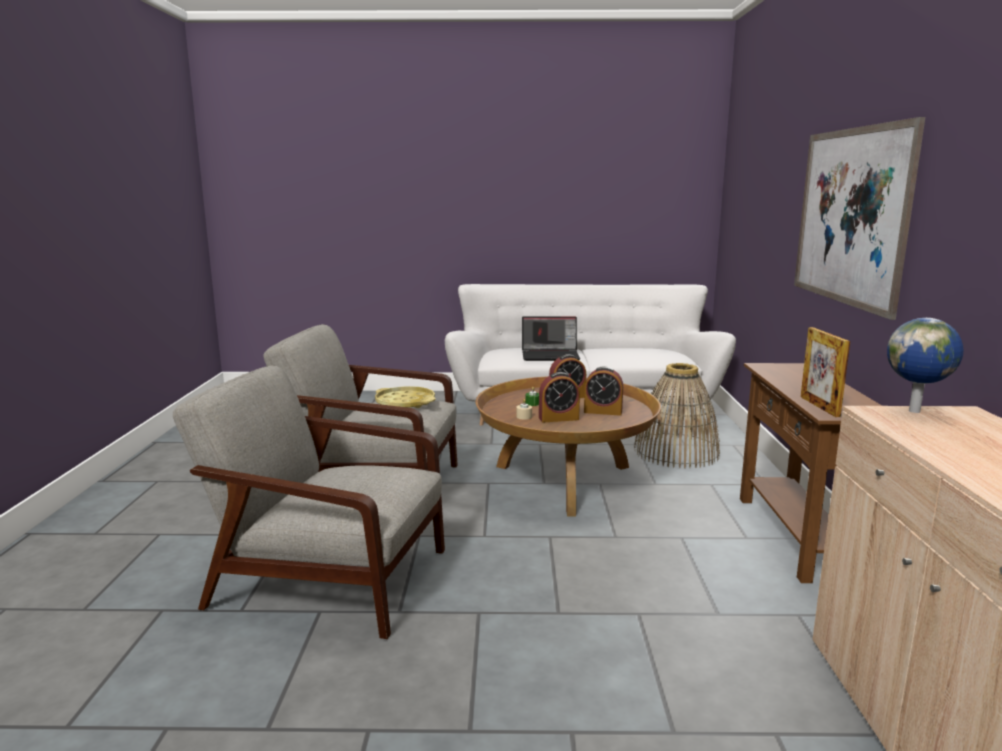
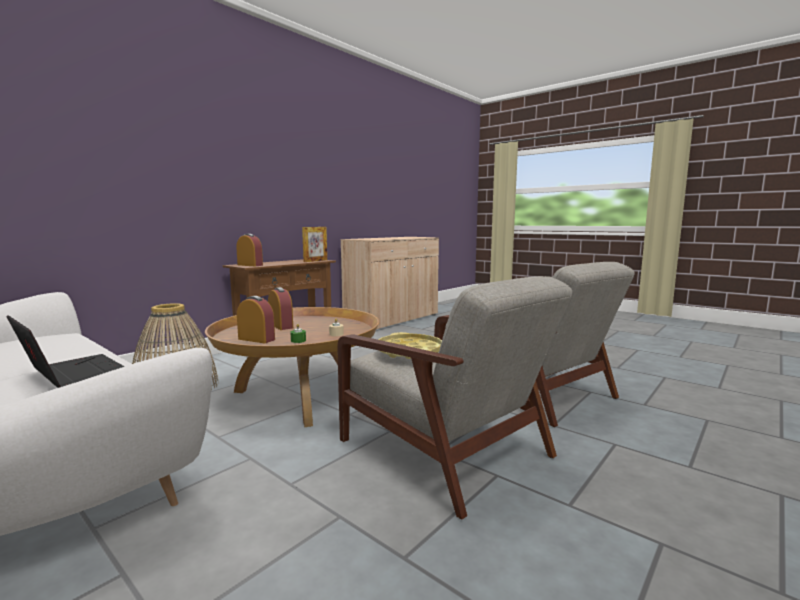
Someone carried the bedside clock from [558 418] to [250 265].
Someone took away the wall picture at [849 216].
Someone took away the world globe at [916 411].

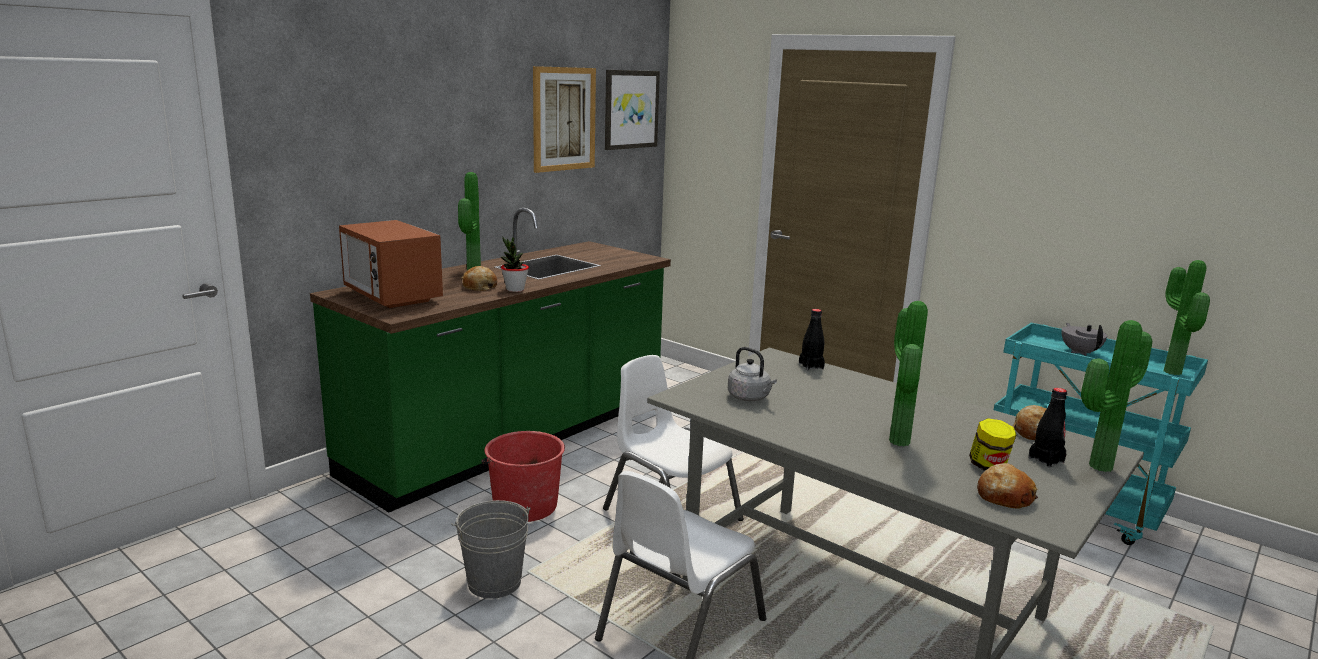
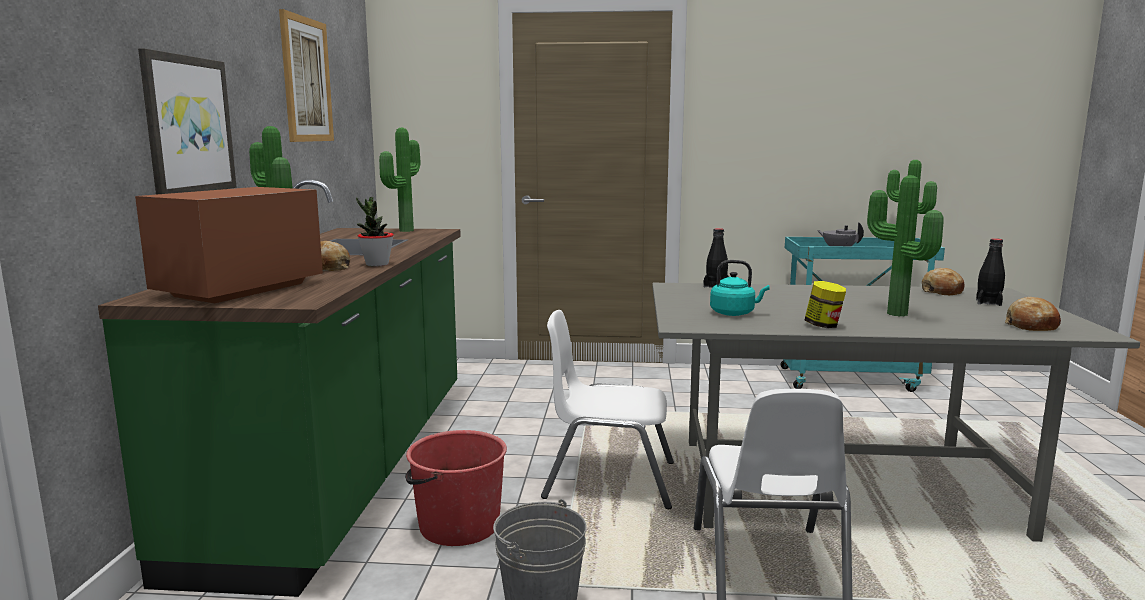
Someone rotated the kitchen microwave at [392 296] by 105 degrees clockwise.
Someone carried the wall picture from [630 109] to [188 125].
Someone repainted the gray tea kettle at [750 398], which became the turquoise tea kettle at [734 313].
Someone carried the storage jar from [988 466] to [823 325].
Someone carried the plant in a pot from [1096 465] to [403 230].

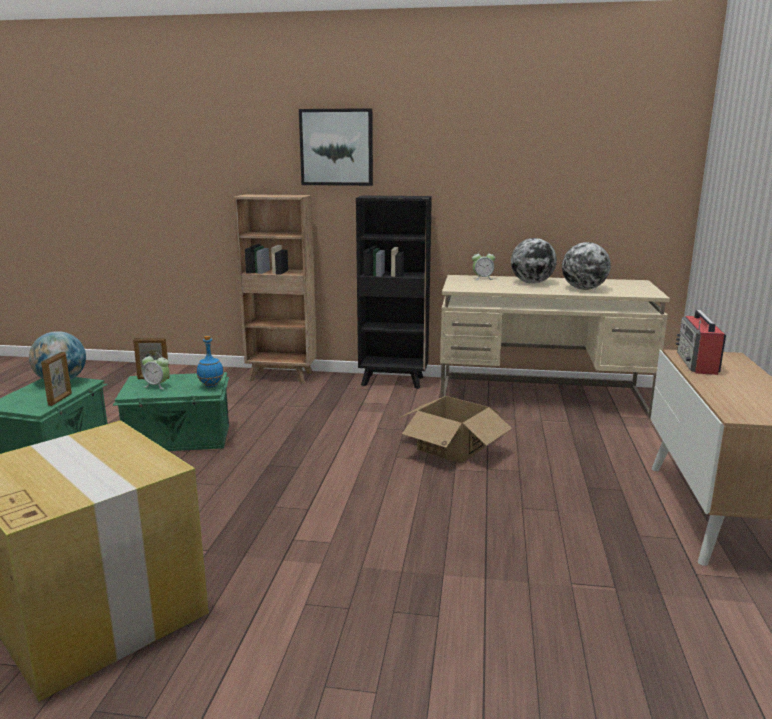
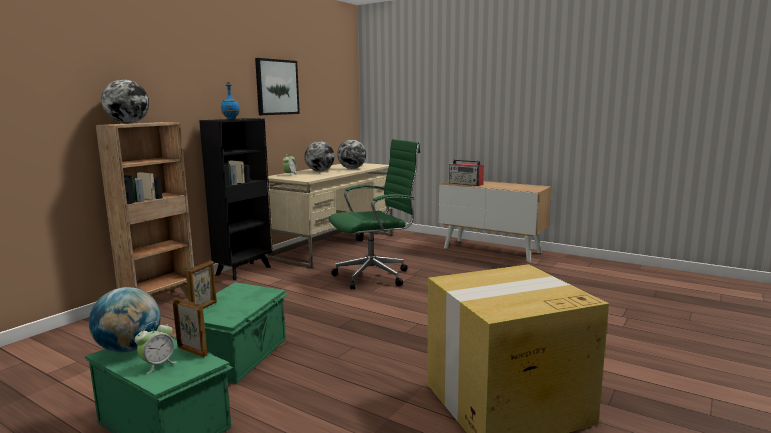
Someone carried the bedside clock from [157 386] to [158 365].
Someone carried the bluish drink bottle from [211 385] to [230 119].
Someone carried the wall picture from [336 147] to [277 87].
Someone swapped the carton at [452 447] for the greenish computer chair at [375 276].
Someone put down the world globe at [128 123].

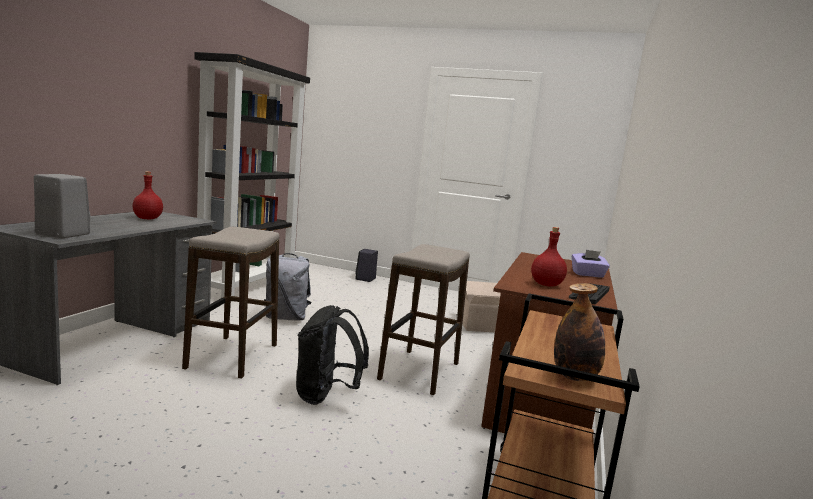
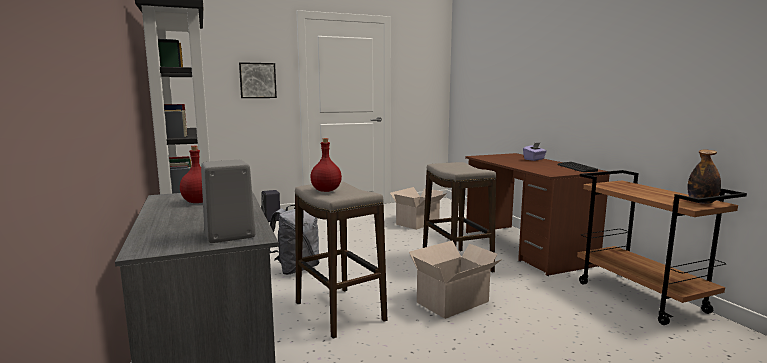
Someone swapped the black backpack at [326 396] for the carton at [454 301].
Someone carried the reddish drink bottle from [546 285] to [326 191].
Someone put up the wall picture at [257 80].

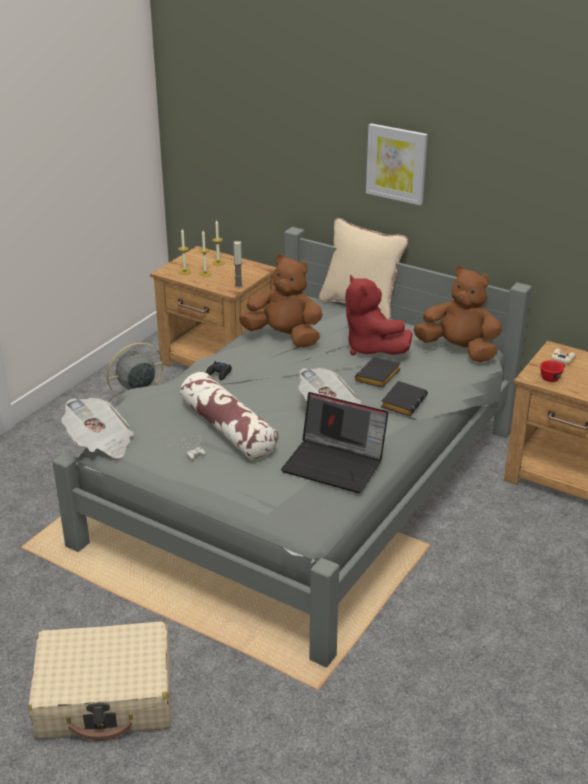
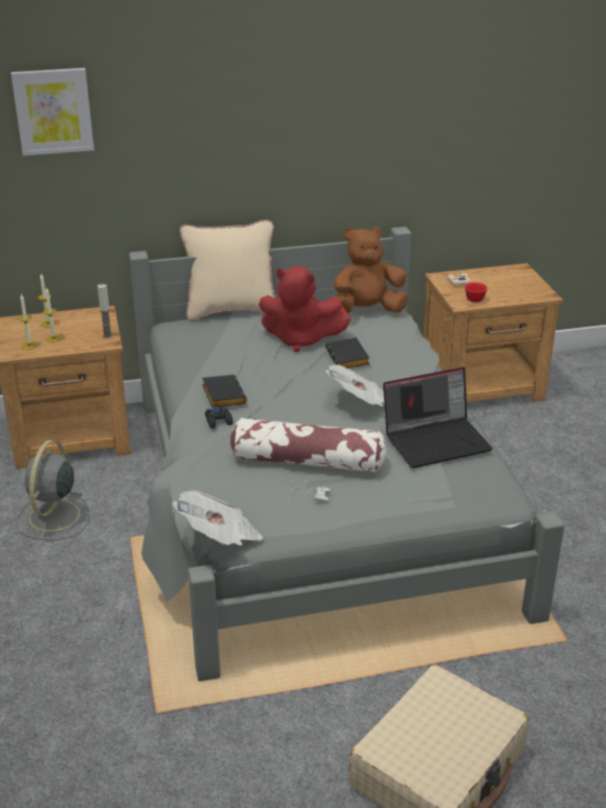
Someone took away the brown-coloured cuddly toy at [284 337].
Someone carried the wall picture from [397 163] to [53 111].
Someone carried the black bound book from [403 402] to [222 395].

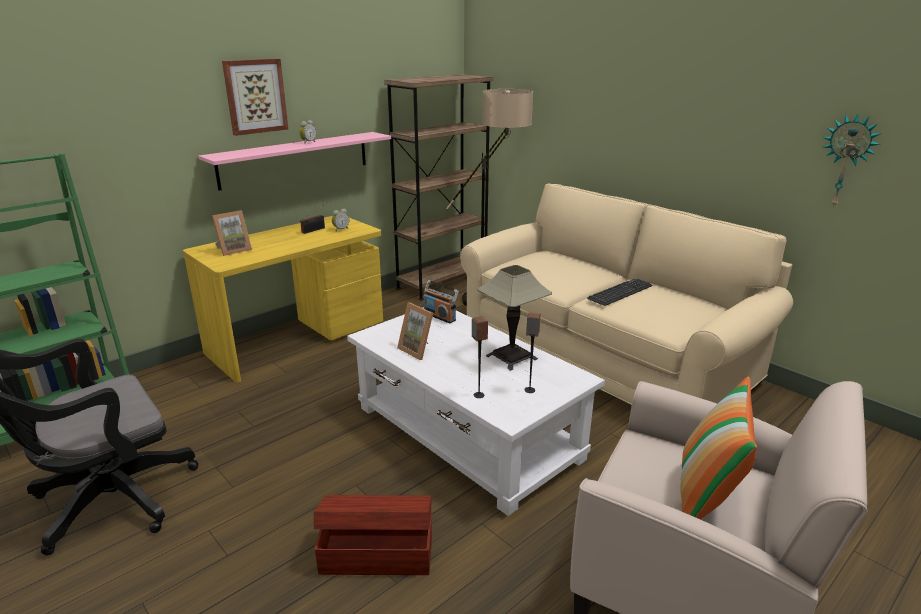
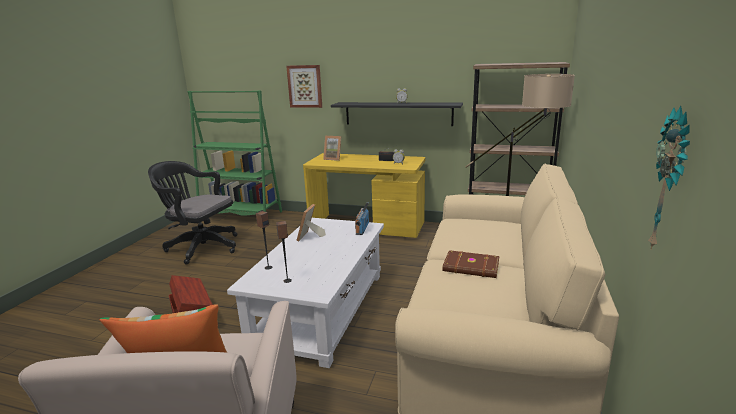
Someone repainted the pink-coloured wall shelf at [295 159], which became the black wall shelf at [398 113].
Someone carried the wall picture from [255 96] to [305 86].
Someone took away the table lamp at [511 357].
Someone swapped the keyboard at [620 292] for the brown-coloured bound book at [471 267].

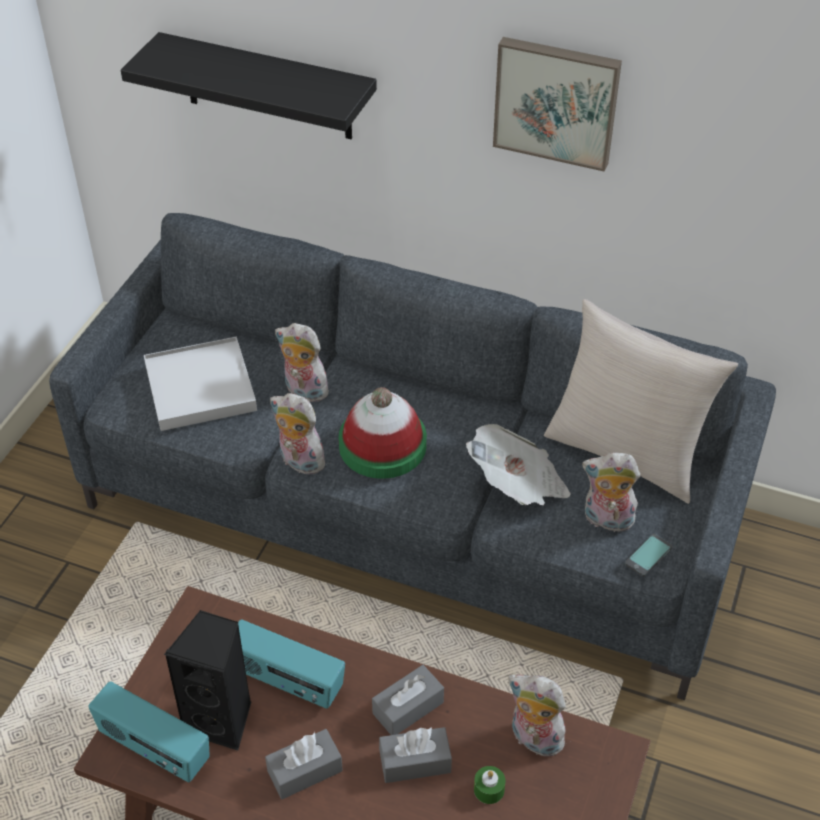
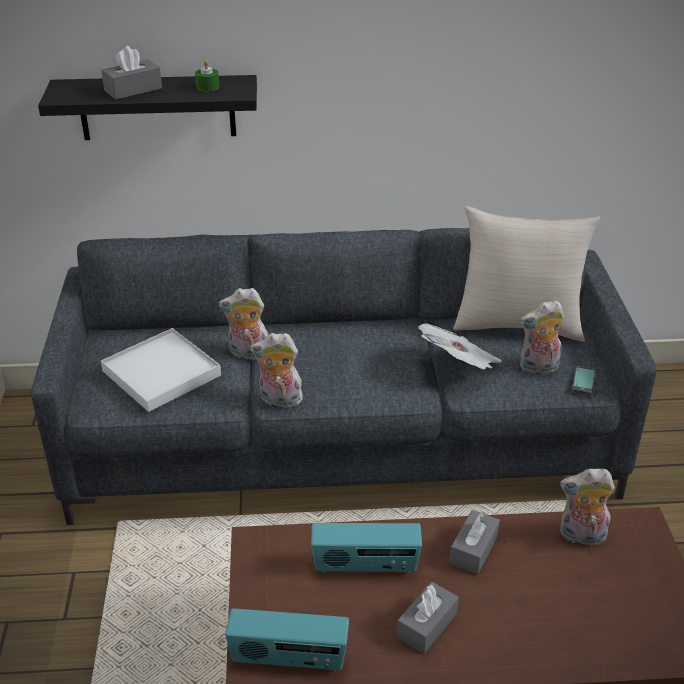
Someone took away the black speaker at [222 720].
Someone took away the hat at [382 445].
Someone carried the gray tissue holder from [415 762] to [133 90].
Someone carried the greenish wax candle from [489 789] to [207 86].
Someone took away the wall picture at [556 101].

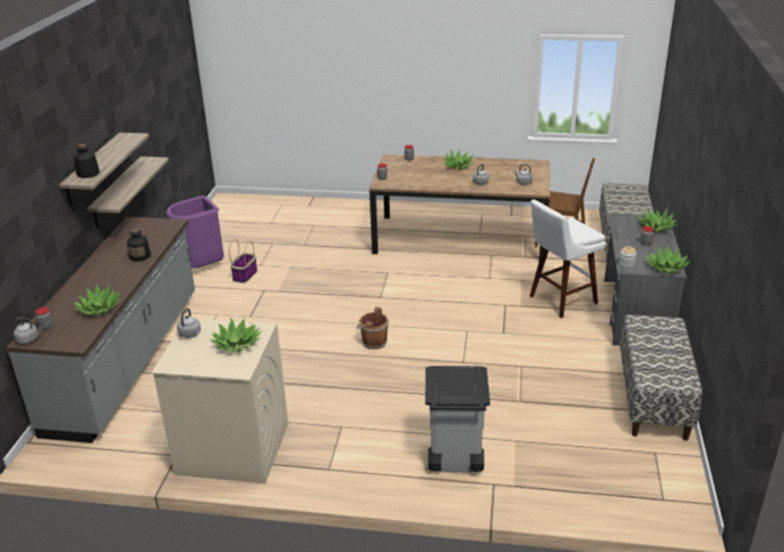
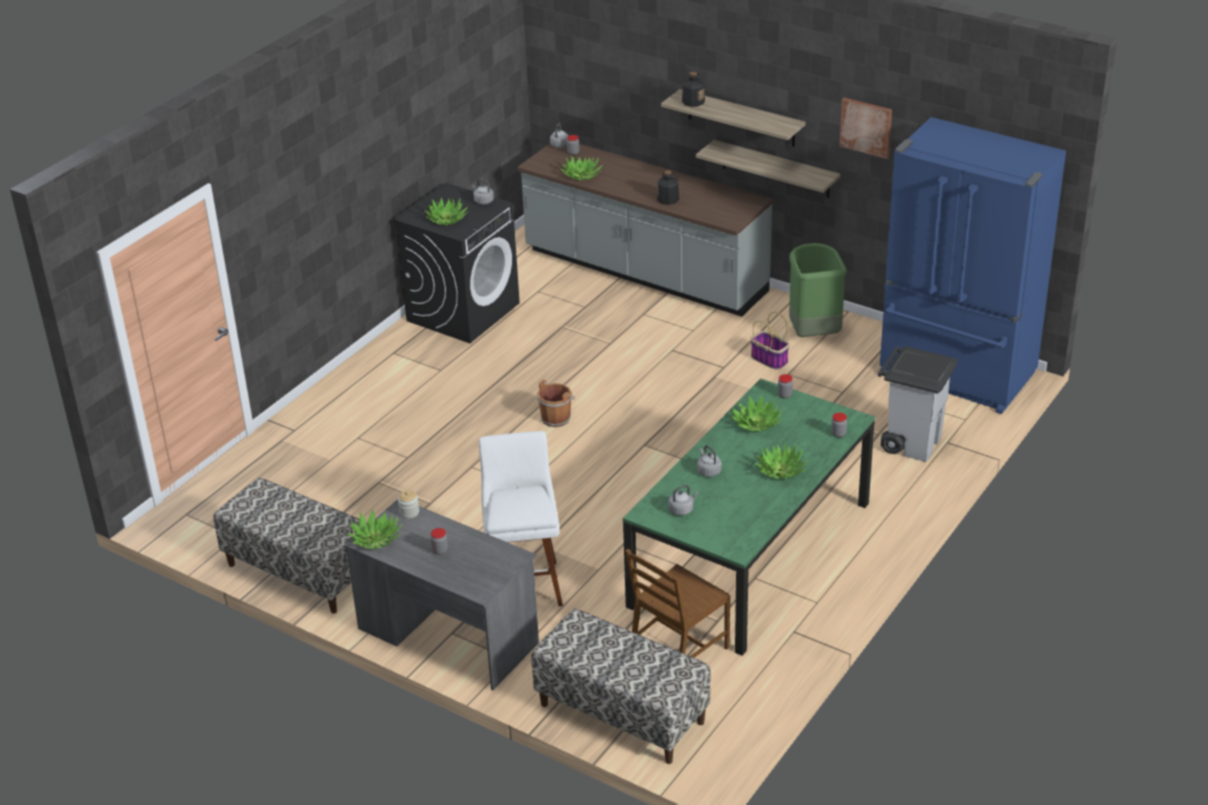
Someone repainted the beige-coloured laundry appliance at [232 449], which became the black laundry appliance at [463 311].
Someone repainted the purple waste bin at [201 267], which became the greenish waste bin at [812 333].
Someone repainted the brown-coloured dinner table at [461 238], which became the greenish dinner table at [751 554].
Someone carried the gray waste bin from [454 459] to [911 442].
Someone carried the plant in a pot from [656 227] to [756 423].
Someone put up the wall picture at [866 127].
Someone put down the bluish refrigerator at [956 375].

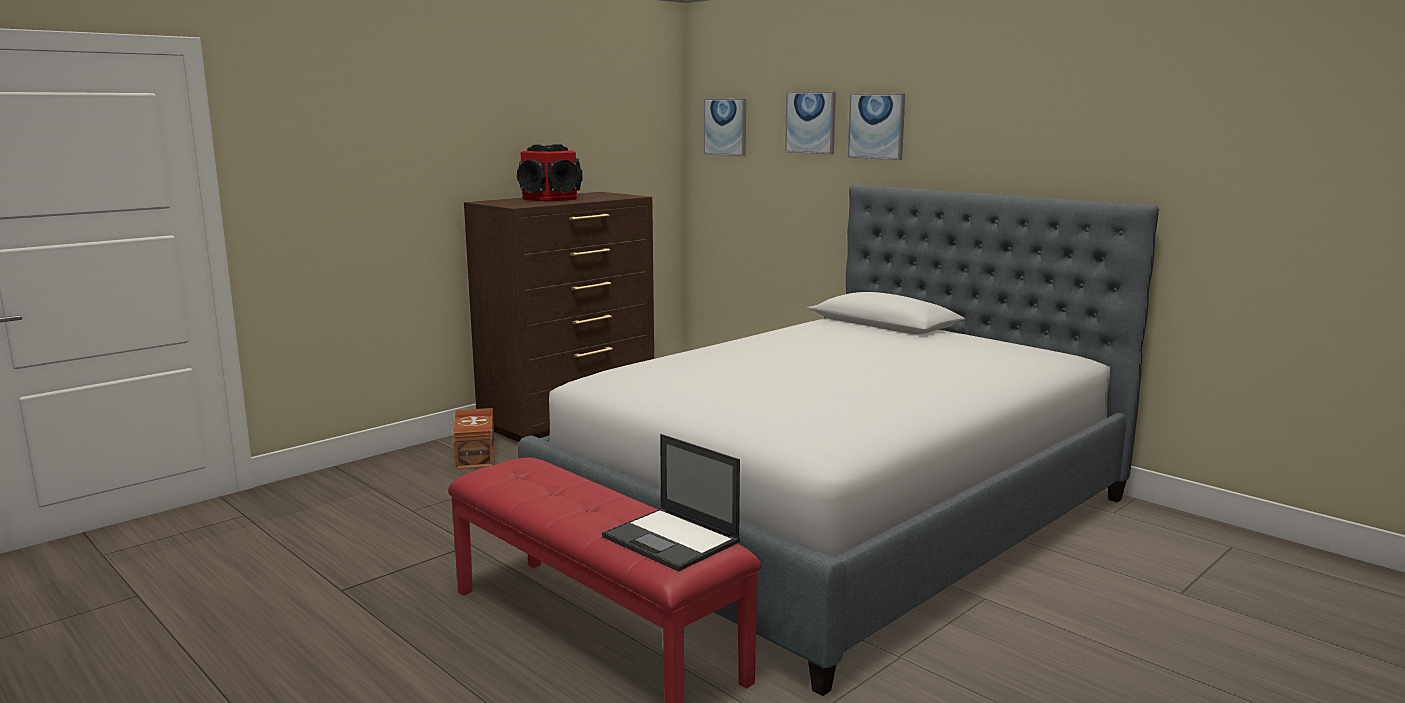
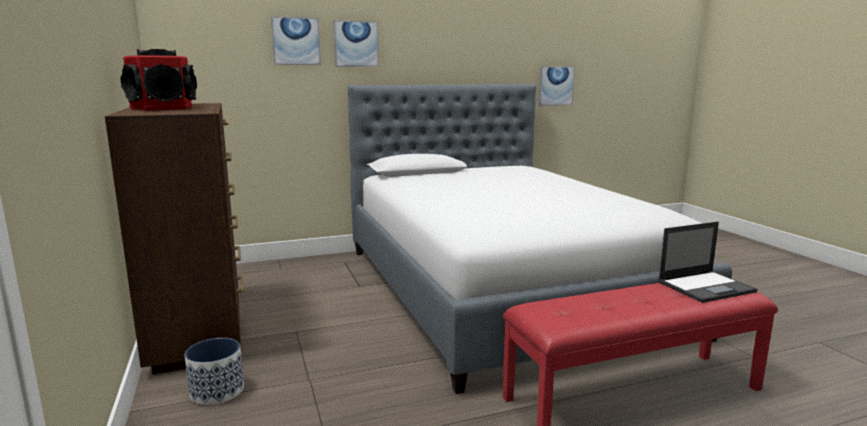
Someone swapped the brown-coloured storage box at [476 454] for the plant pot at [217 391].
Someone carried the wall picture from [725 127] to [555 86].

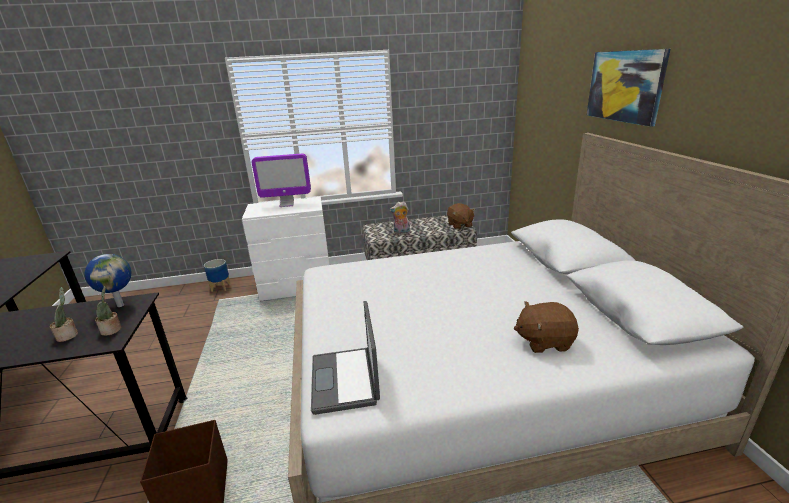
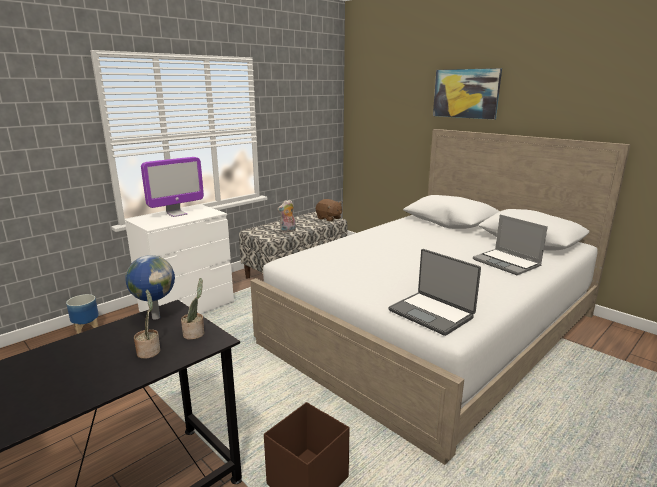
Someone swapped the brown-coloured cuddly toy at [544 341] for the notebook computer at [507 263].

